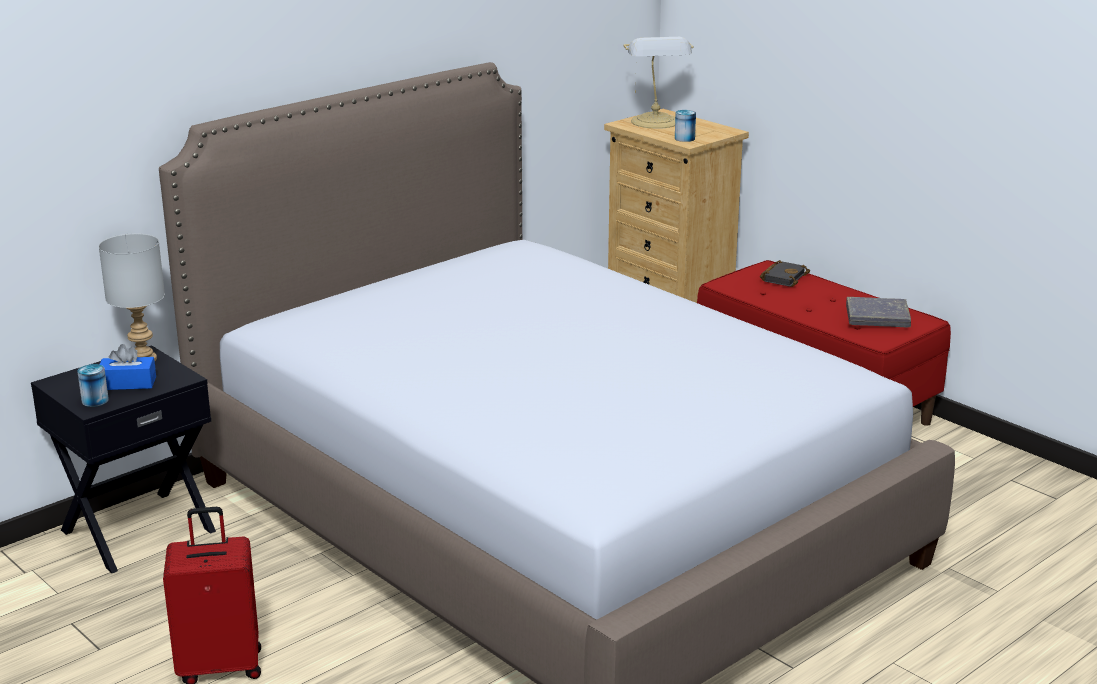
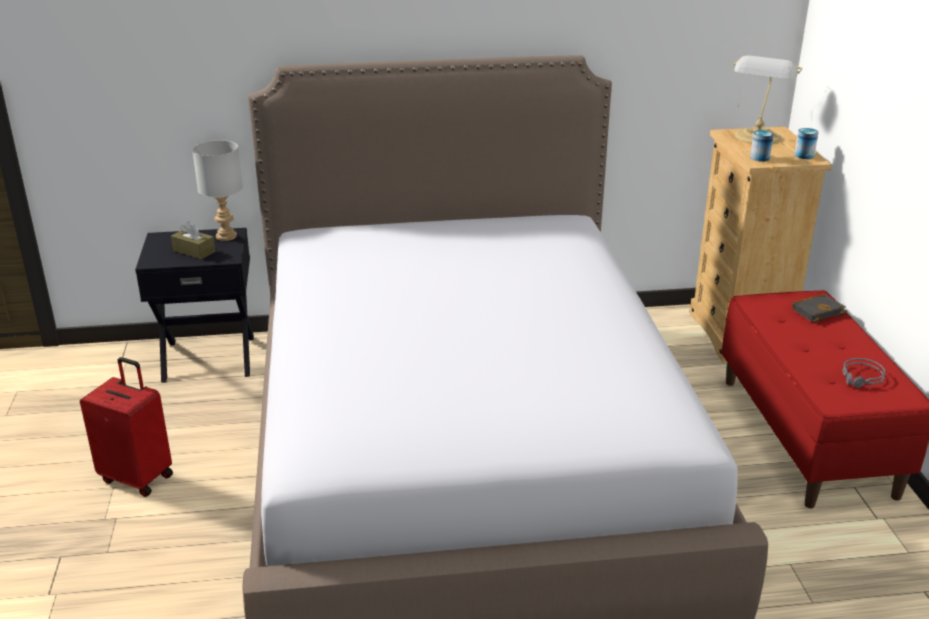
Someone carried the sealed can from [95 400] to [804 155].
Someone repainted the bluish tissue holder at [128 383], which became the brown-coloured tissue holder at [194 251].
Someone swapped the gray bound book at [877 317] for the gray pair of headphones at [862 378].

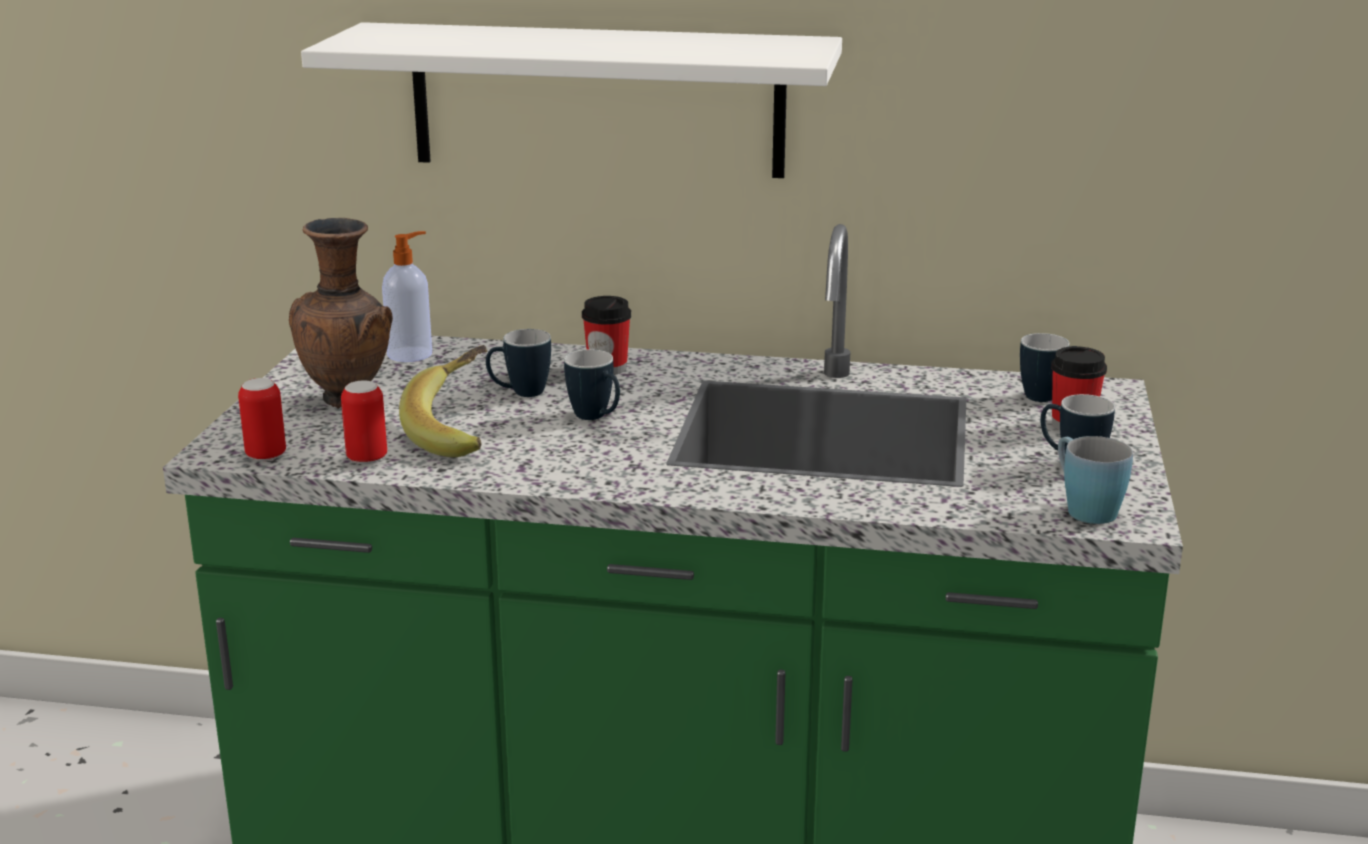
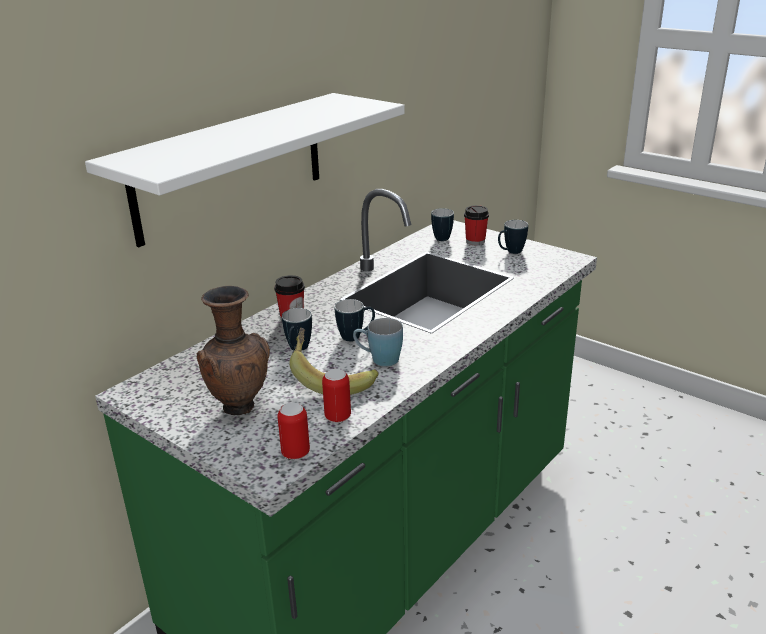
Someone took away the liquid soap bottle at [411 354].
Someone carried the bluish mug from [1083 508] to [378 359].

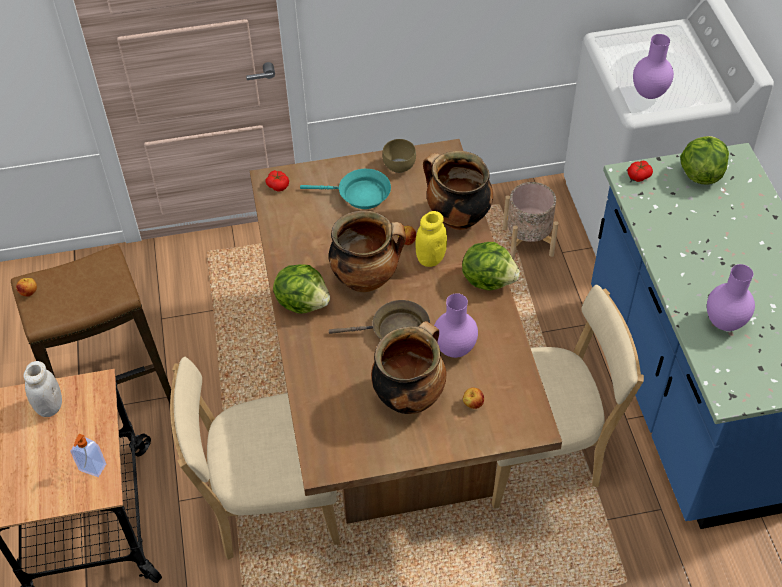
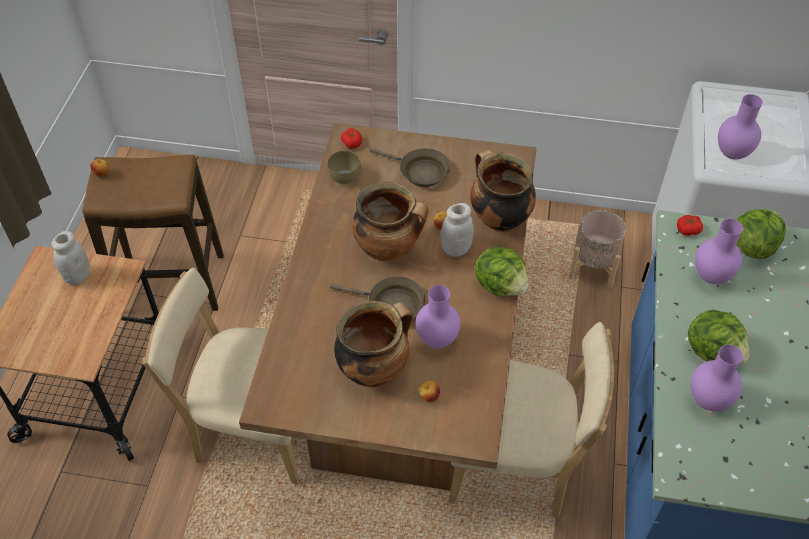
Someone took away the liquid soap bottle at [92 468].
Someone carried the lettuce from [303 302] to [713 351].
Someone repainted the turquoise skillet at [359 195], which became the brown-coloured skillet at [420 172].
Someone carried the brown-coloured serving bowl from [398 165] to [344 176].
Someone repainted the yellow-coloured storage jar at [430 258], which became the whitish storage jar at [456 249].
Someone put down the purple flower vase at [711 276].

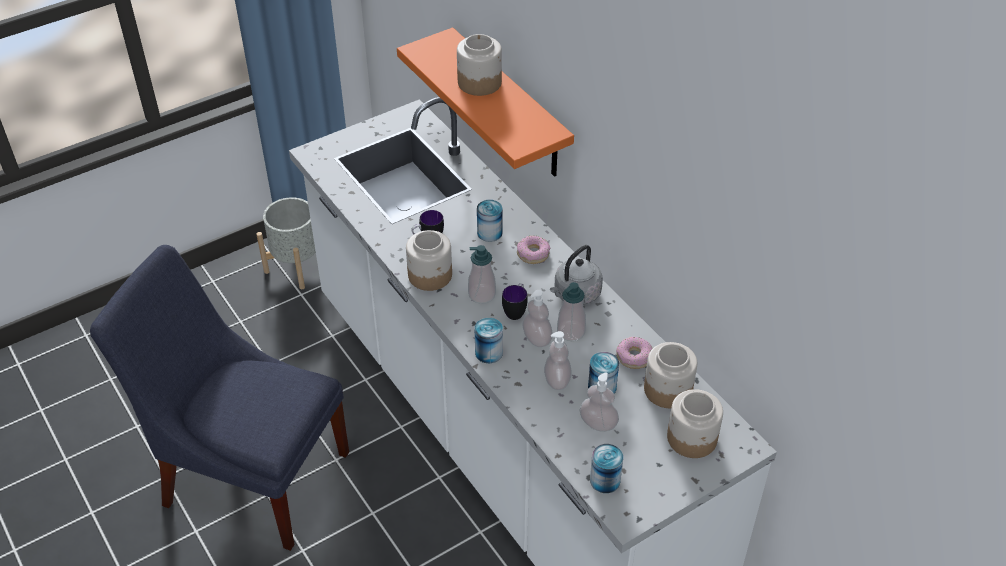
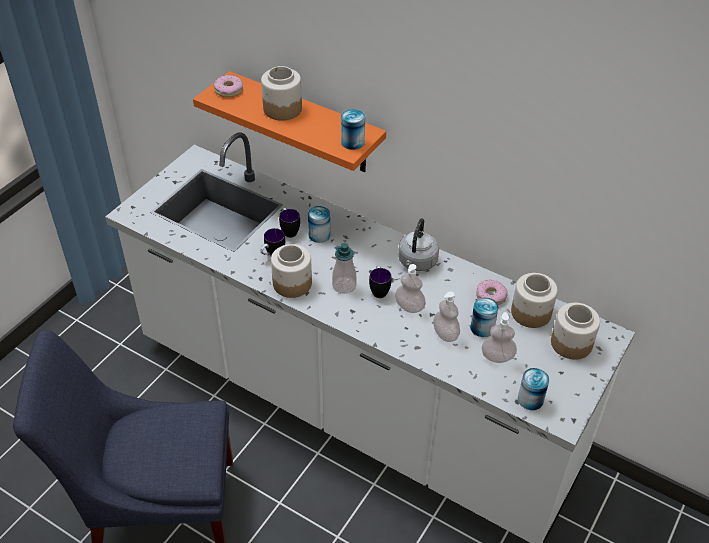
Someone took away the gray plant pot at [297 266].
Someone carried the sealed can from [488 352] to [352 142].
Someone carried the ring doughnut from [533 254] to [228 90].
Someone took away the liquid soap bottle at [571 332].
Someone put down the mug at [289 230].

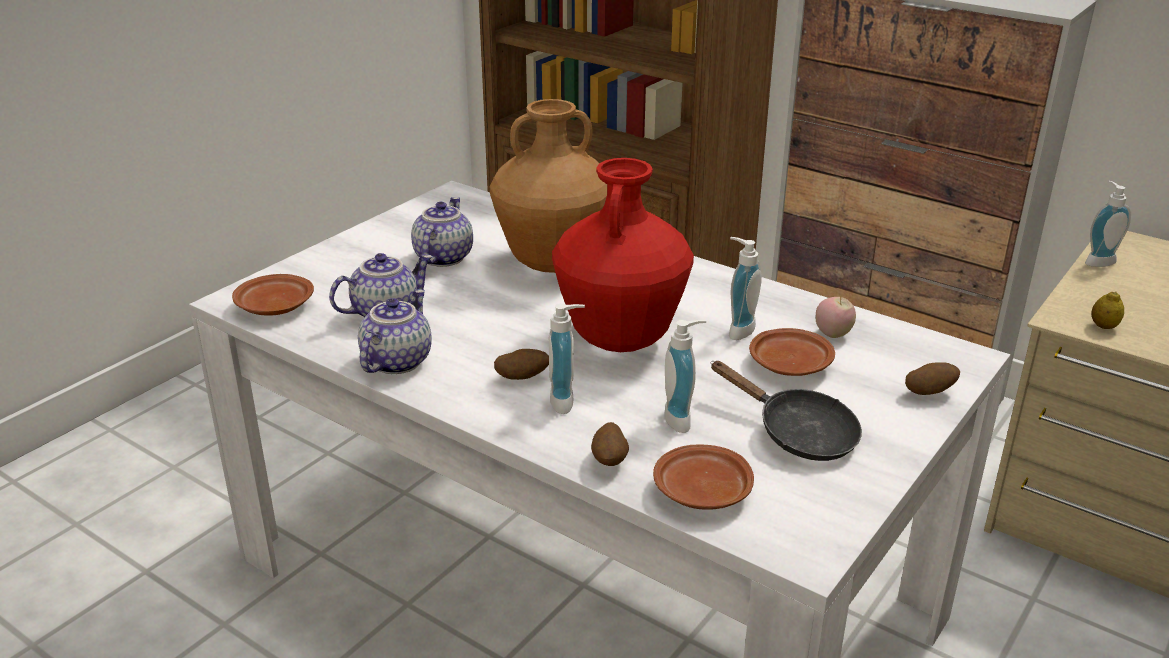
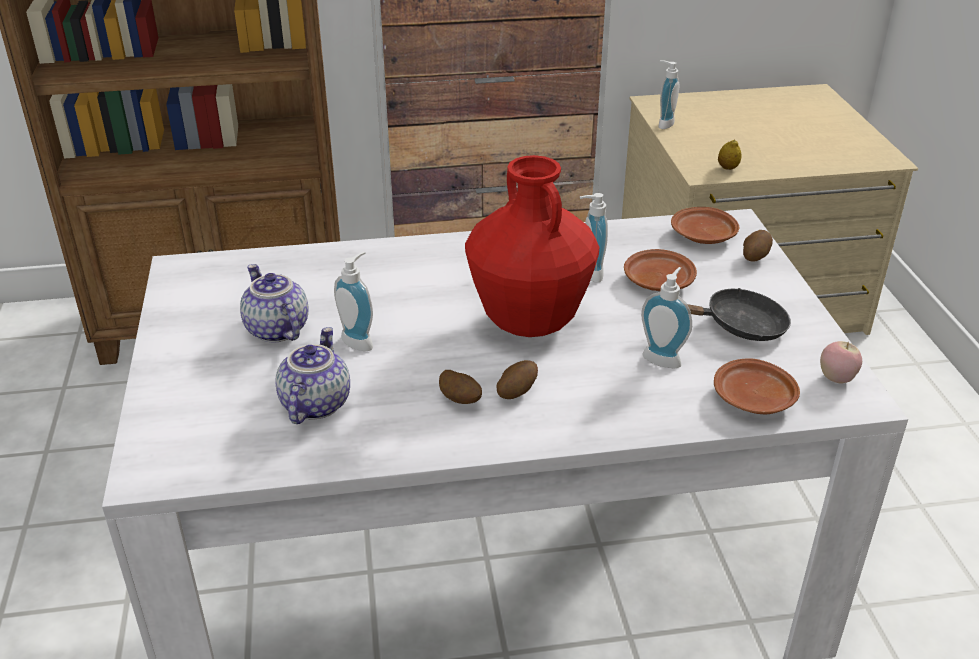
Someone carried the brown-coloured dinner plate from [274 307] to [703 236].
Someone took away the pot for tea at [396 361].
Someone took away the brown-coloured flower vase at [552 263].
Someone carried the liquid soap bottle from [567 401] to [360 340].
Someone carried the whole potato from [609 461] to [460 400].
Someone carried the whole apple from [832 334] to [836 379].

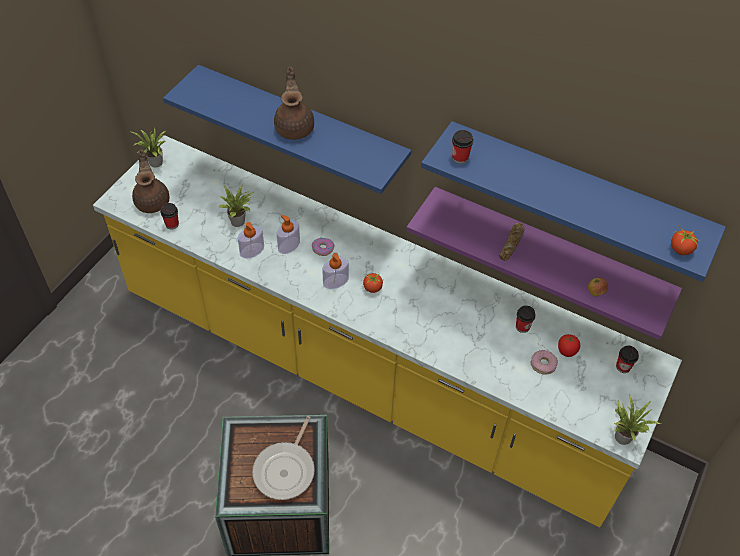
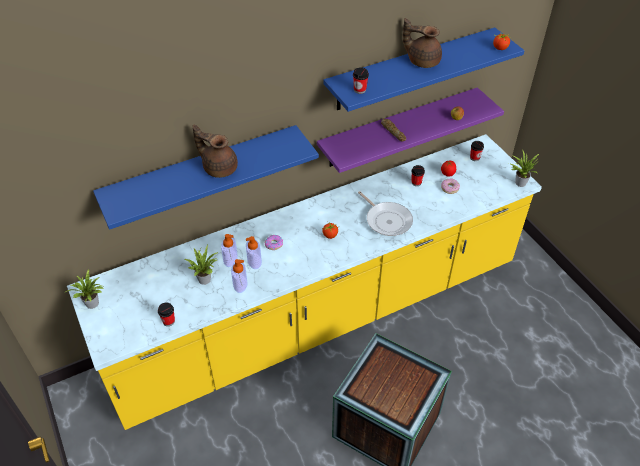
Someone carried the brown-coloured pot for tea from [152 201] to [422 61].
Someone carried the skillet from [286 470] to [387 220].
Someone carried the liquid soap bottle from [335 281] to [230 258].

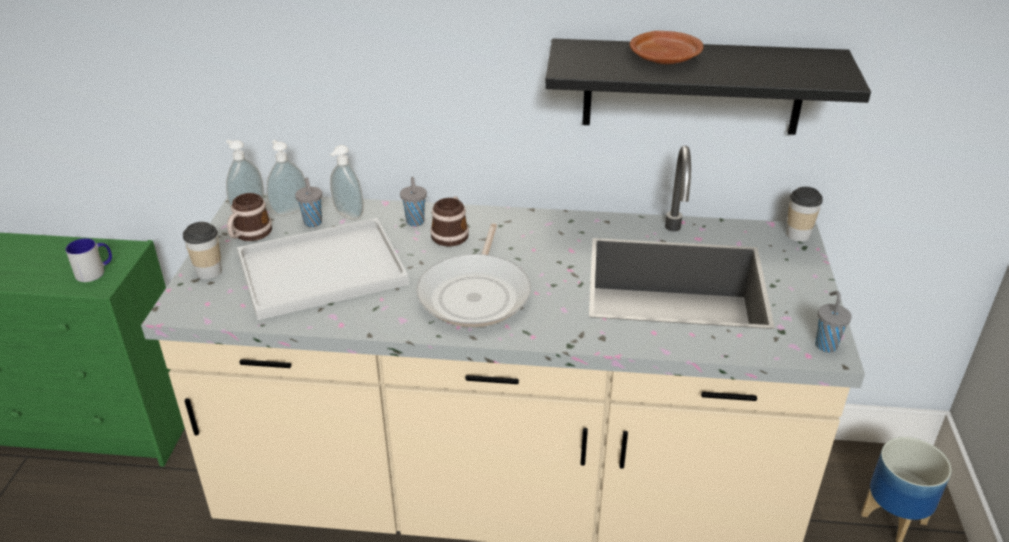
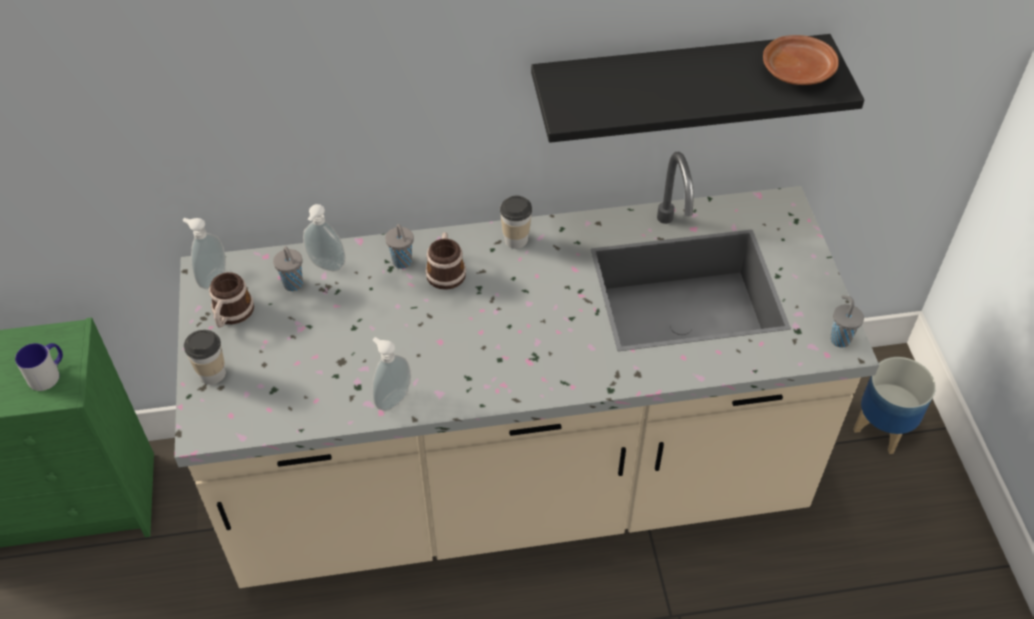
Someone took away the whitish serving tray at [319 271].
Someone carried the liquid soap bottle from [289 210] to [392 398].
Someone took away the skillet at [476 294].
Someone carried the brown-coloured dinner plate from [665 59] to [798 71].
Someone carried the drinking cup from [798 235] to [516 239].

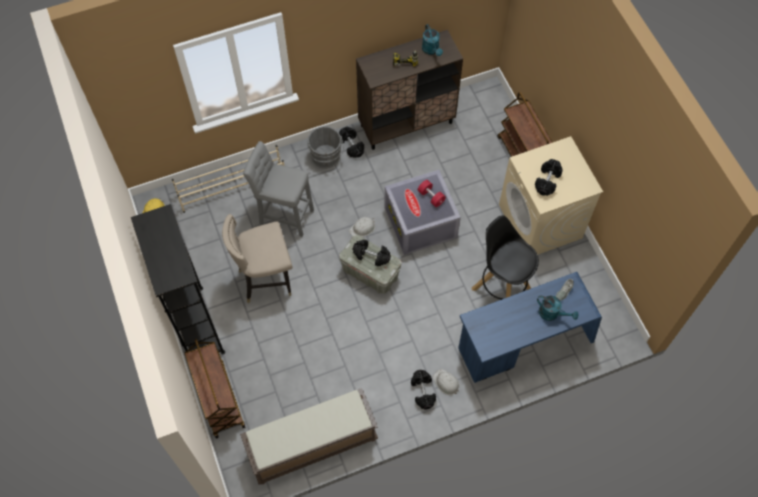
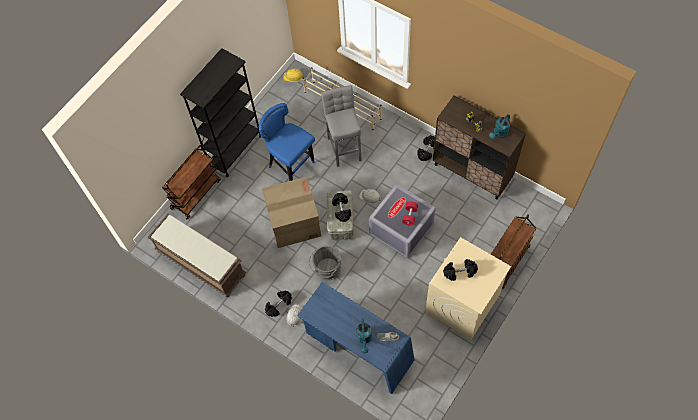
Someone repainted the beige-coloured sitting stool at [265 280], which became the bluish sitting stool at [291 166].
Someone carried the gray pail from [326 158] to [327 270].
Someone took away the black sitting stool at [501 289].
Someone put down the carton at [293 222].

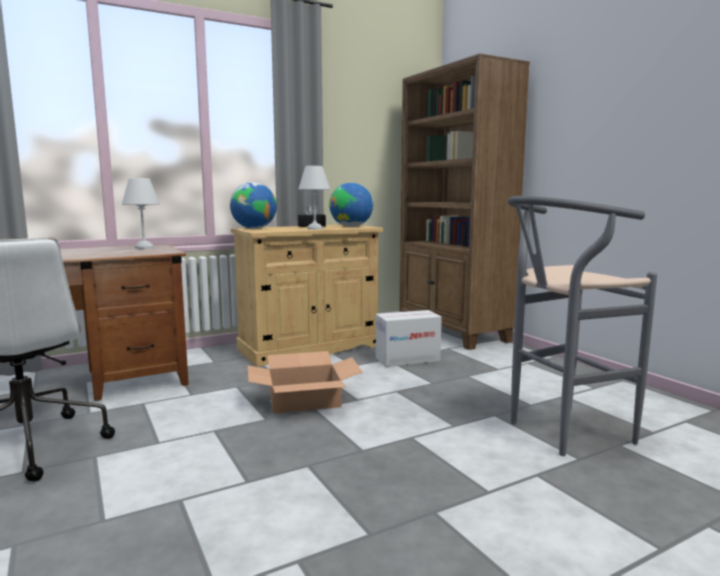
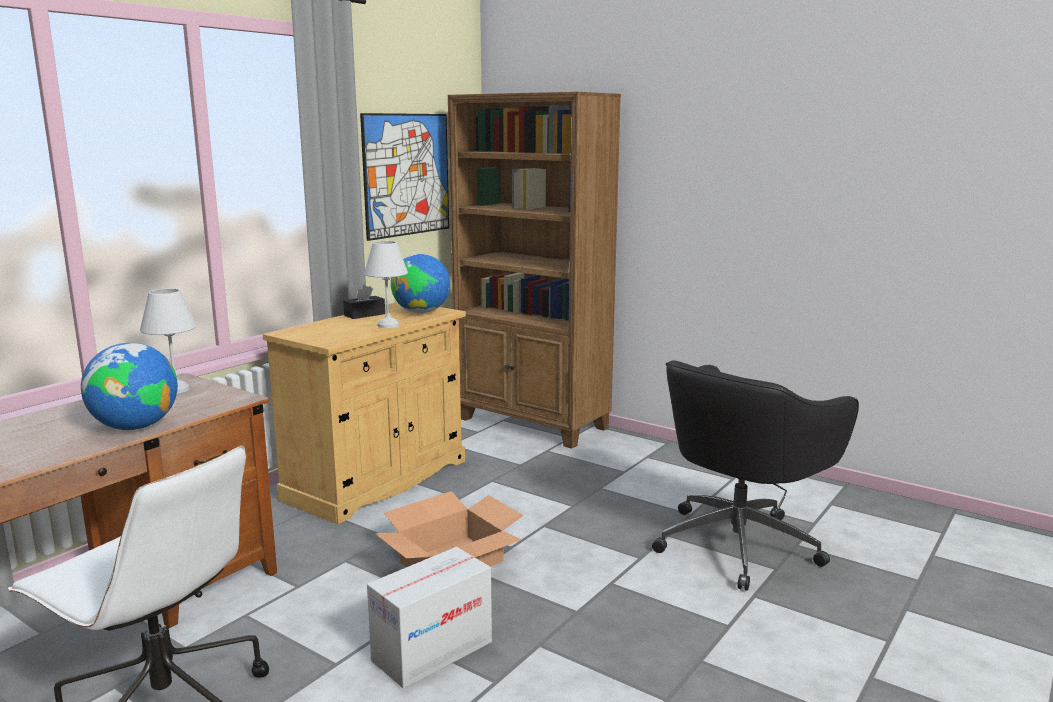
Someone carried the world globe from [254 228] to [135 427].
Someone carried the carton from [407 359] to [432 651].
Someone swapped the gray sitting stool at [559 433] for the black computer chair at [740 543].
Someone put up the wall picture at [407 175].

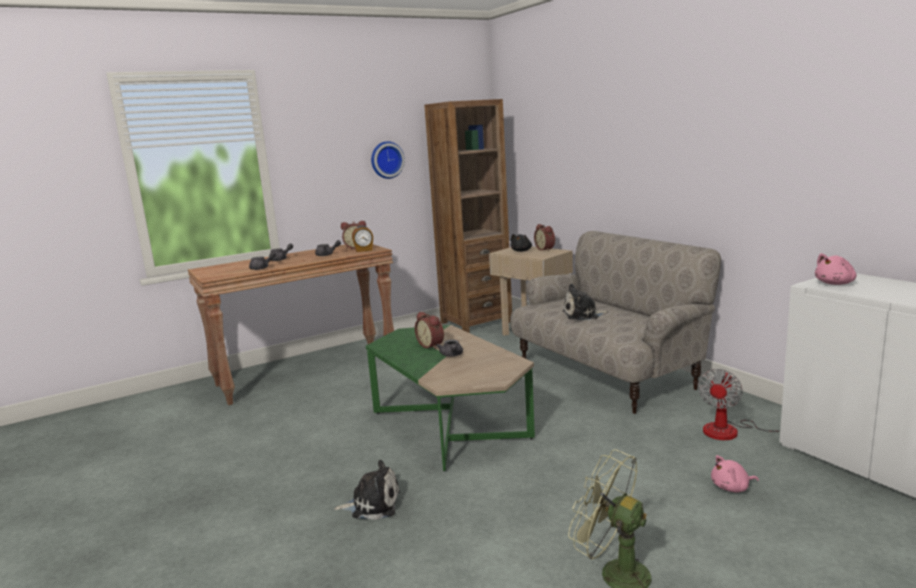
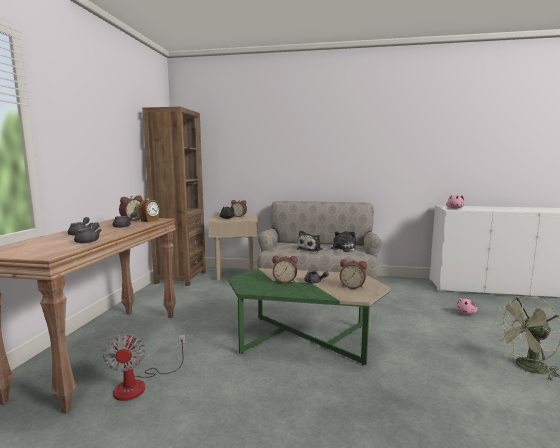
Someone carried the cuddly toy from [372 504] to [342 249].
Someone took away the hanging clock at [386 160].
Someone carried the electric fan from [732 431] to [140 384].
Someone put down the bedside clock at [352 286].

